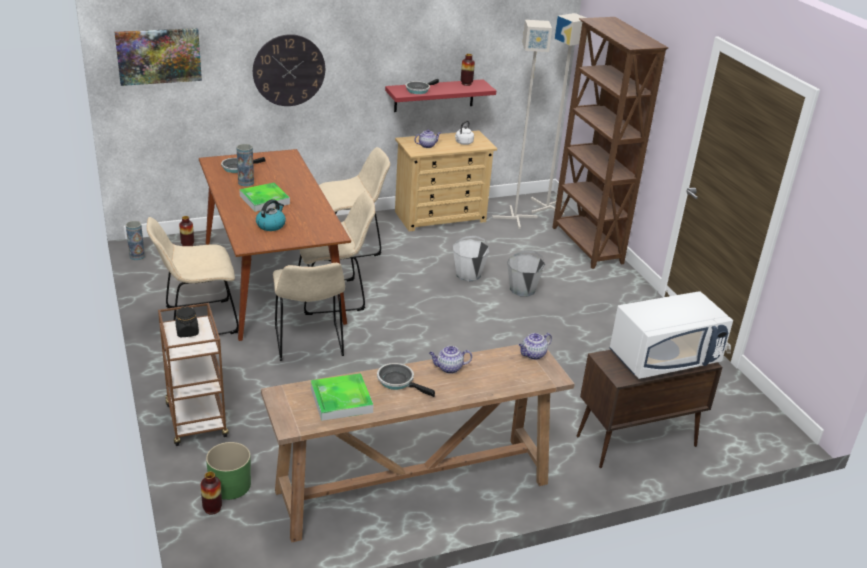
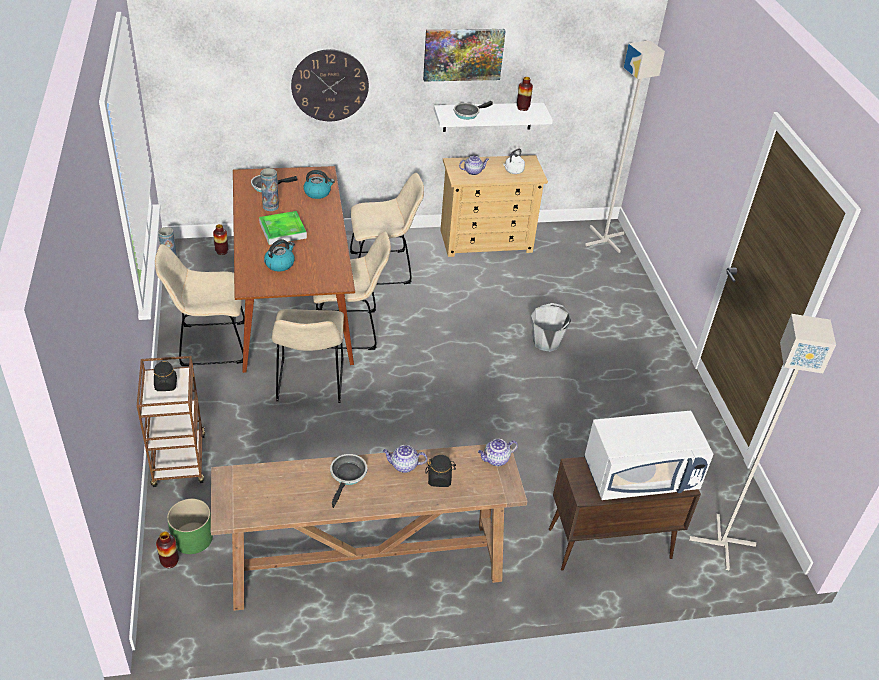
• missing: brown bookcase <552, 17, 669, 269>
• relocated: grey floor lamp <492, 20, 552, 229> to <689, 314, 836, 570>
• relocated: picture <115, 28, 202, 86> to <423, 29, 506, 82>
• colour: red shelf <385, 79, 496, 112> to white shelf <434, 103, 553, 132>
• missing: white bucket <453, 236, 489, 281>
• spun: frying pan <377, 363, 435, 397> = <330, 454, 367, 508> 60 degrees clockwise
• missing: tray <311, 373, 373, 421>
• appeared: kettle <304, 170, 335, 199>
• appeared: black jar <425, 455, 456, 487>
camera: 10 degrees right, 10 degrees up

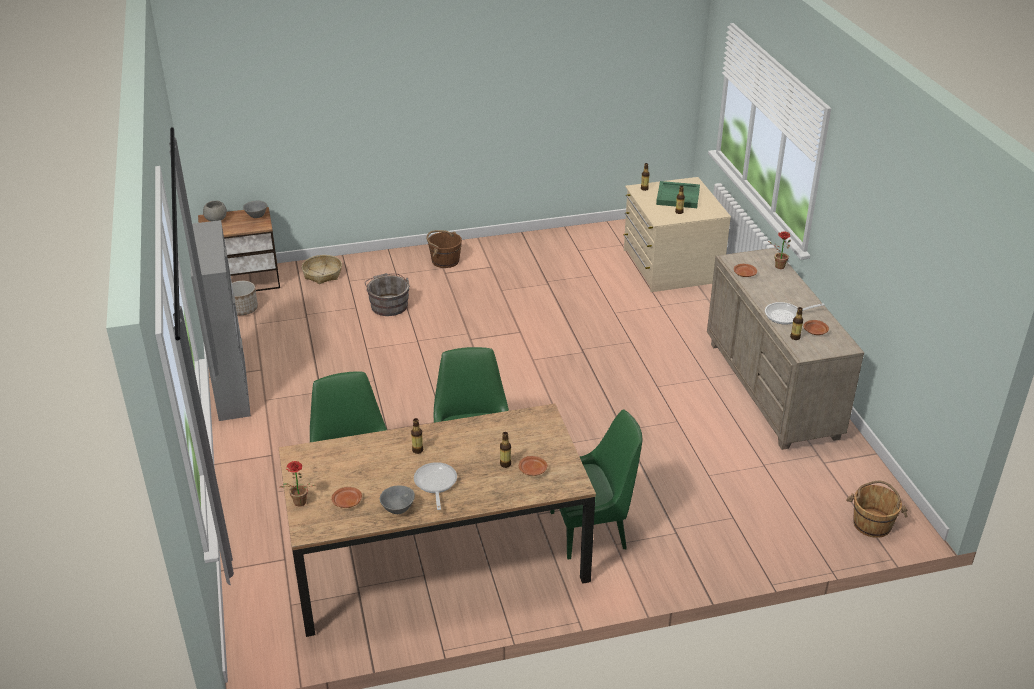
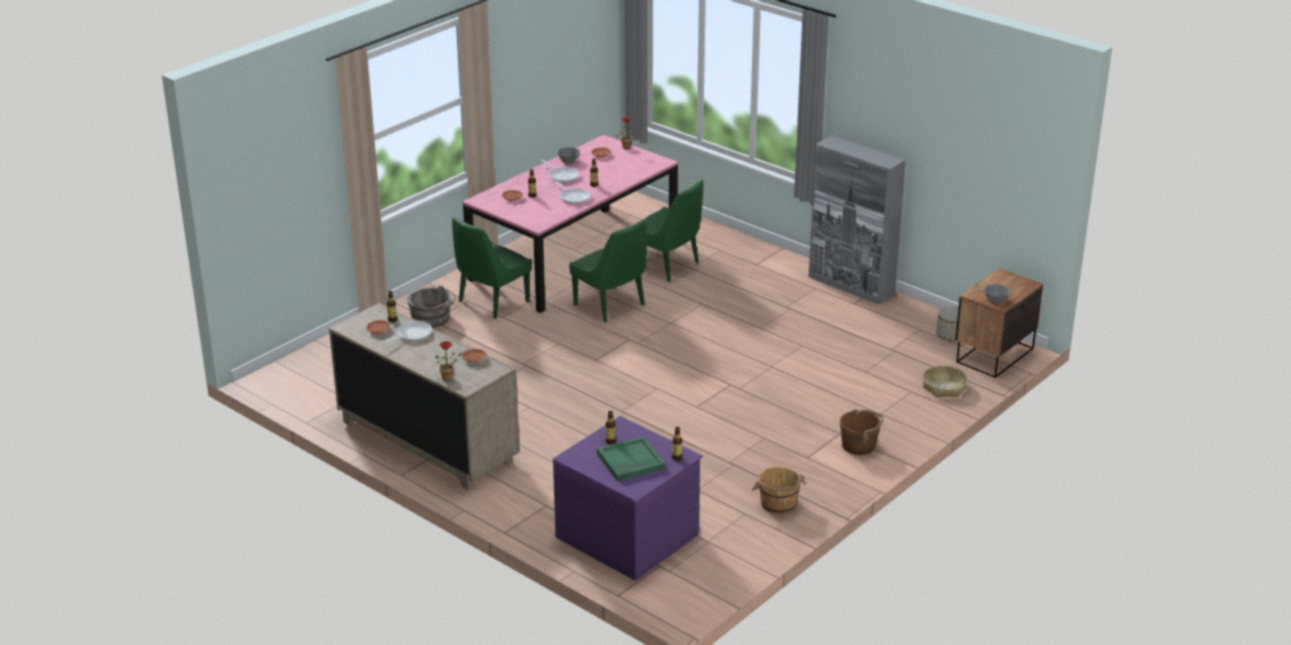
• colour: beige dresser <623, 177, 731, 292> to purple dresser <553, 416, 703, 581>
• missing: grey bowl <203, 201, 227, 221>
• relocated: grey bucket <365, 273, 410, 316> to <407, 285, 456, 328>
• colour: brown dining table <279, 404, 596, 637> to pink dining table <462, 135, 678, 313>
• relocated: brown bucket <846, 481, 908, 538> to <752, 467, 806, 514>
• appeared: frying pan <552, 180, 591, 204>
camera: 145 degrees right, 5 degrees down

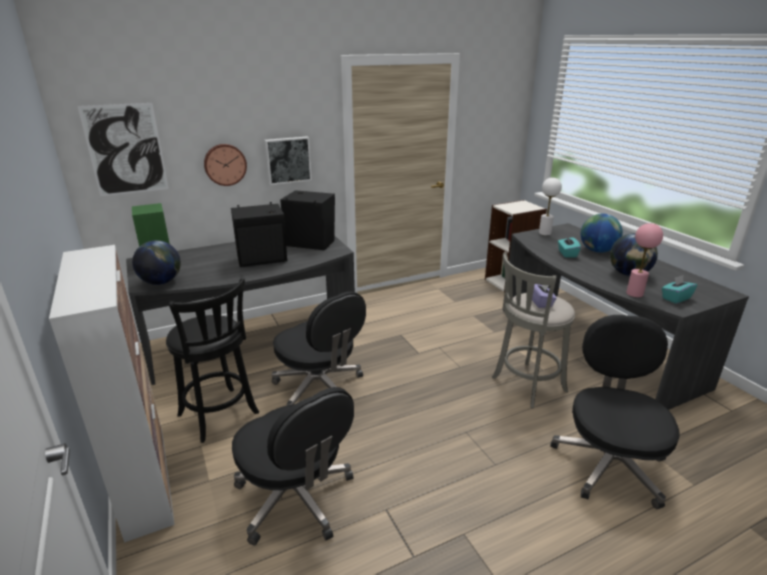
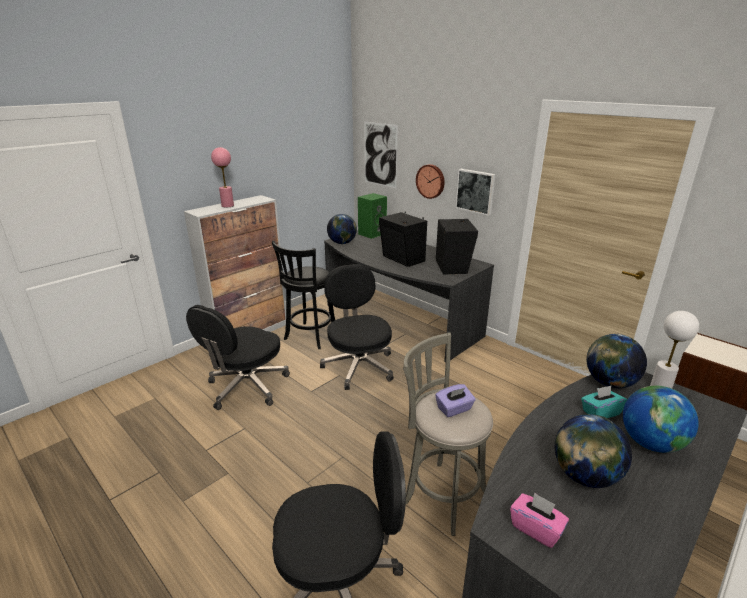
• relocated: pink table lamp <626, 223, 663, 298> to <211, 147, 234, 208>
• colour: turquoise tissue box <662, 275, 697, 304> to pink tissue box <510, 492, 569, 548>
• spun: black office chair <272, 291, 366, 405> = <320, 264, 394, 390> 135 degrees clockwise
• appeared: globe <586, 334, 647, 388>
camera: 70 degrees right, 0 degrees up

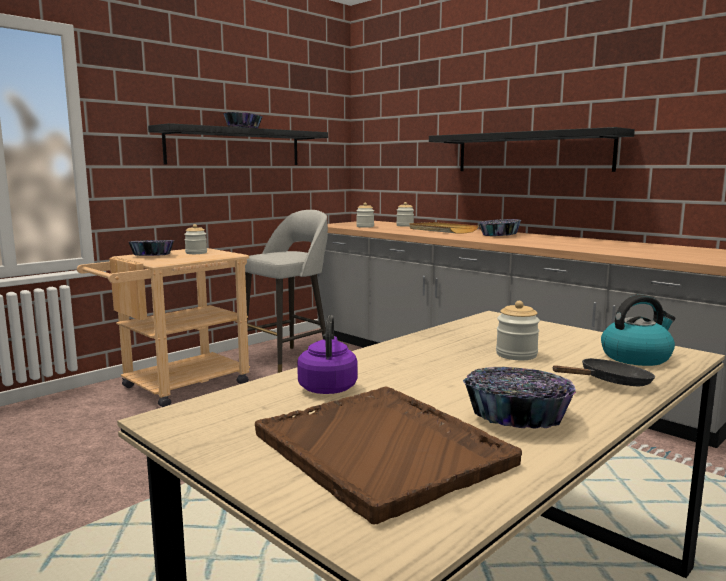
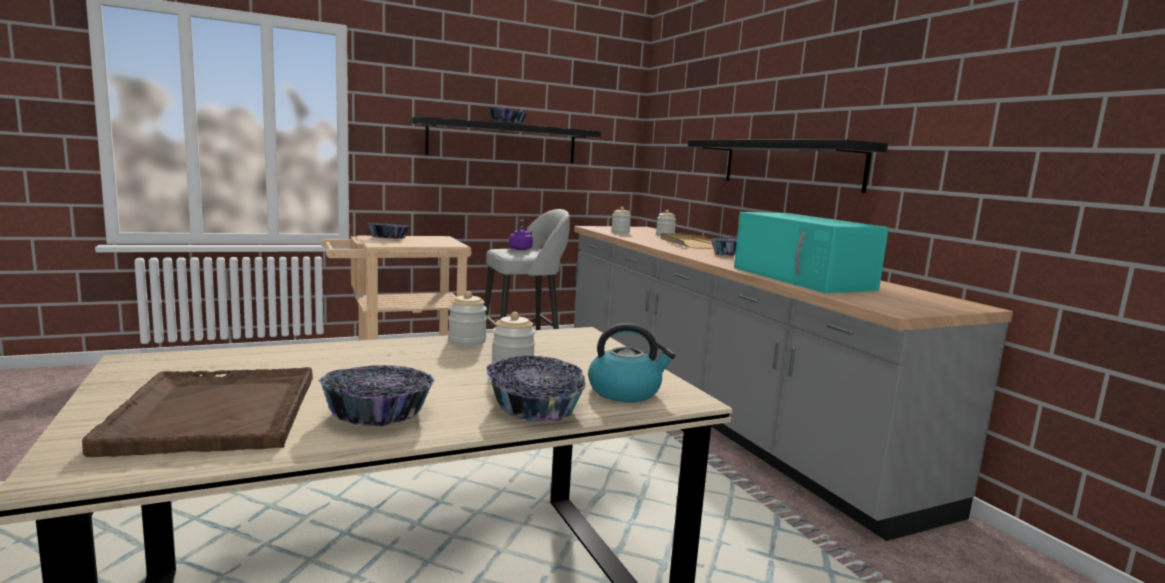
• relocated: jar <184, 224, 207, 254> to <448, 291, 487, 346>
• relocated: purple kettle <297, 315, 358, 394> to <509, 220, 533, 250>
• exchanged: black frying pan <552, 358, 655, 386> to bowl <486, 356, 586, 422>
• appeared: turquoise microwave <734, 212, 889, 293>
camera: 20 degrees right, 0 degrees up

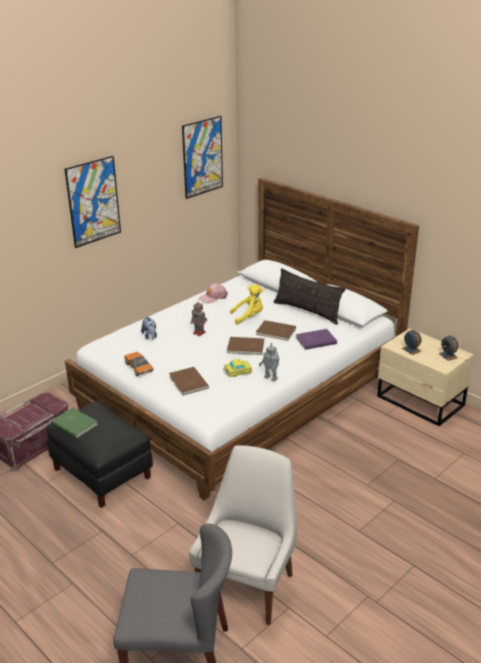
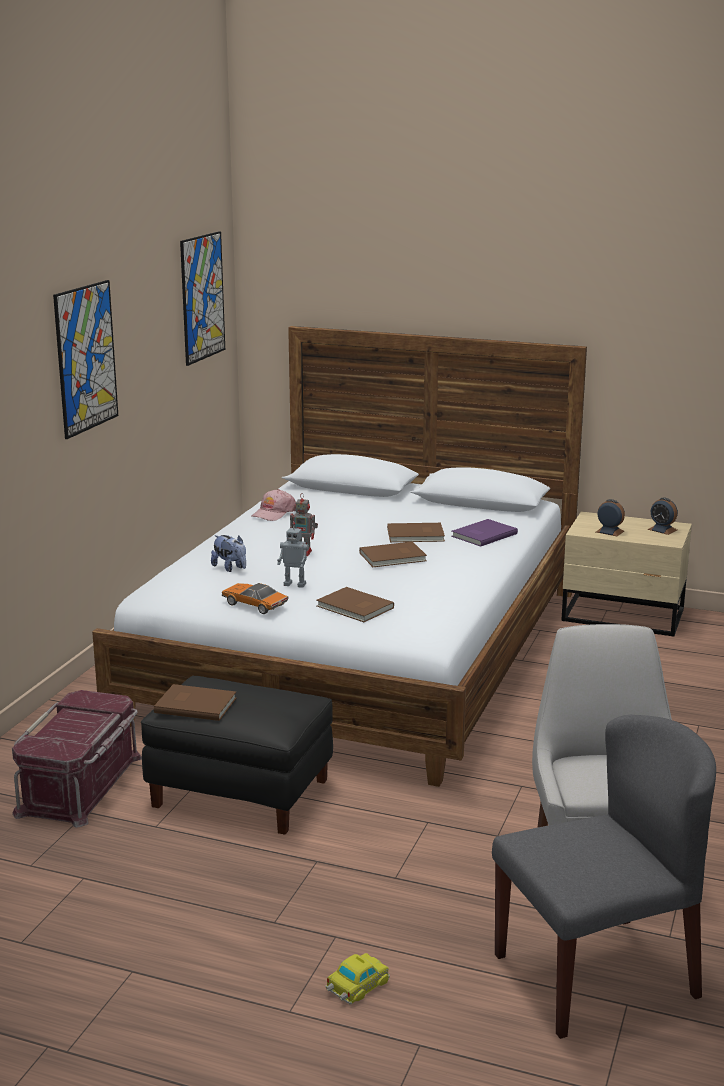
• missing: pillow <273, 268, 346, 325>
• missing: yellow plush toy <230, 284, 263, 325>
• relocated: toy robot <259, 343, 279, 382> to <277, 522, 309, 588>
• relocated: toy car <223, 359, 252, 377> to <326, 953, 390, 1005>
• colour: green book <51, 408, 98, 438> to brown book <154, 684, 236, 721>
camera: 25 degrees left, 10 degrees down

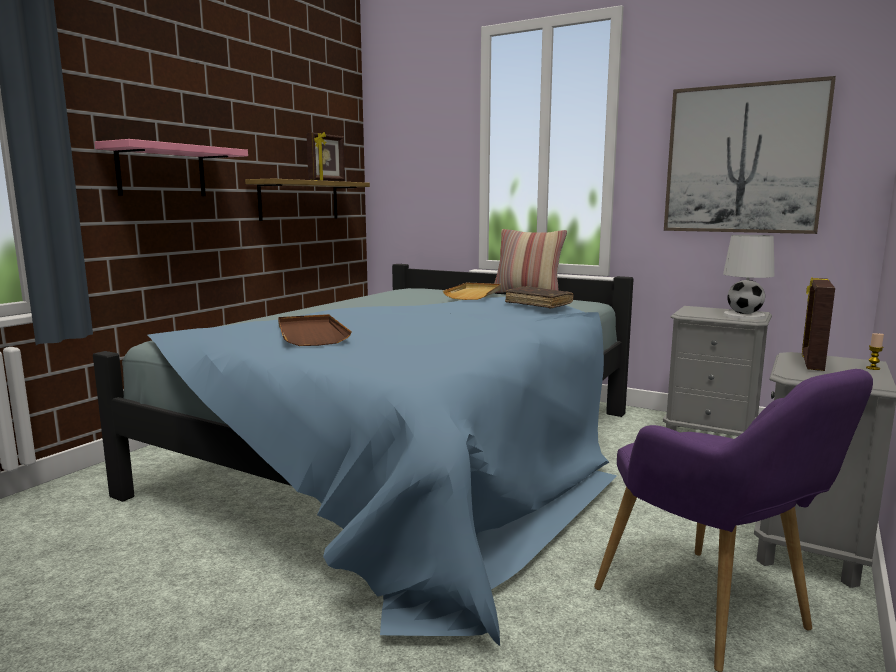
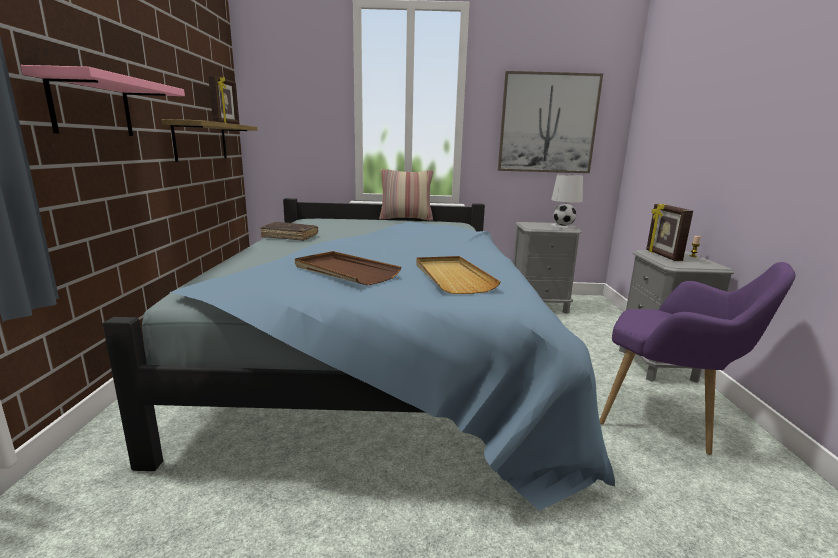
• relocated: beige tray <443, 283, 501, 300> to <416, 256, 501, 294>
• relocated: brown book <505, 286, 573, 309> to <260, 222, 318, 241>
camera: 30 degrees left, 5 degrees up

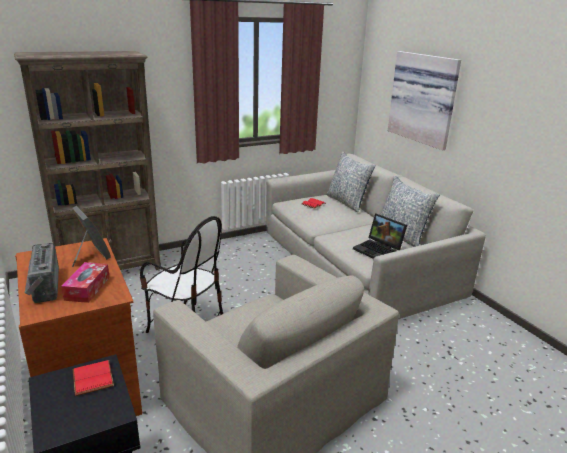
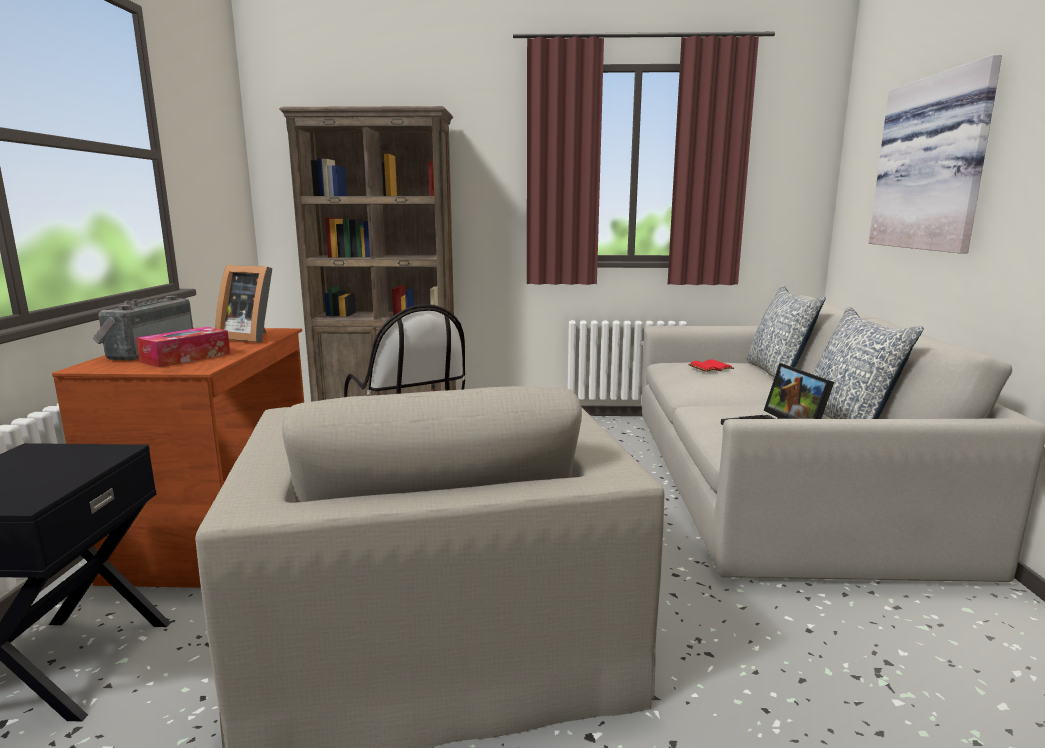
• spun: picture frame <72, 206, 111, 267> = <215, 265, 272, 343> 120 degrees clockwise
• missing: red book <73, 360, 114, 396>
camera: 30 degrees right, 10 degrees down

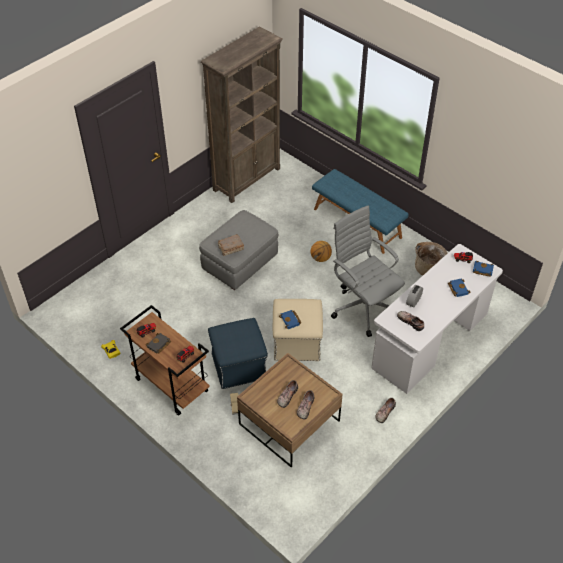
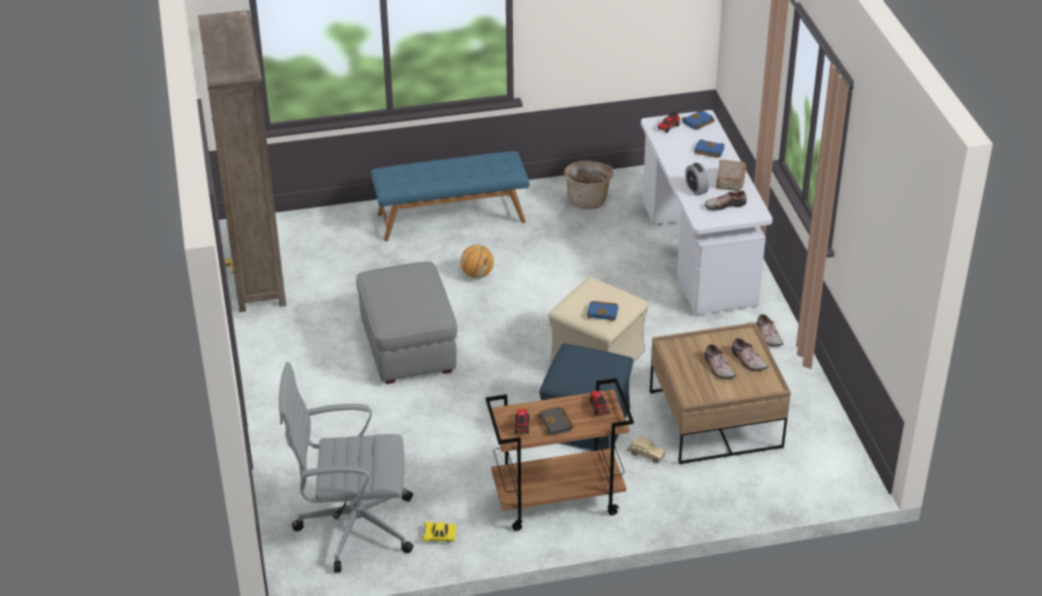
• relocated: grey office chair <331, 205, 405, 337> to <279, 362, 413, 573>
• relocated: brown book <218, 234, 244, 256> to <716, 160, 746, 191>
camera: 55 degrees left, 10 degrees down

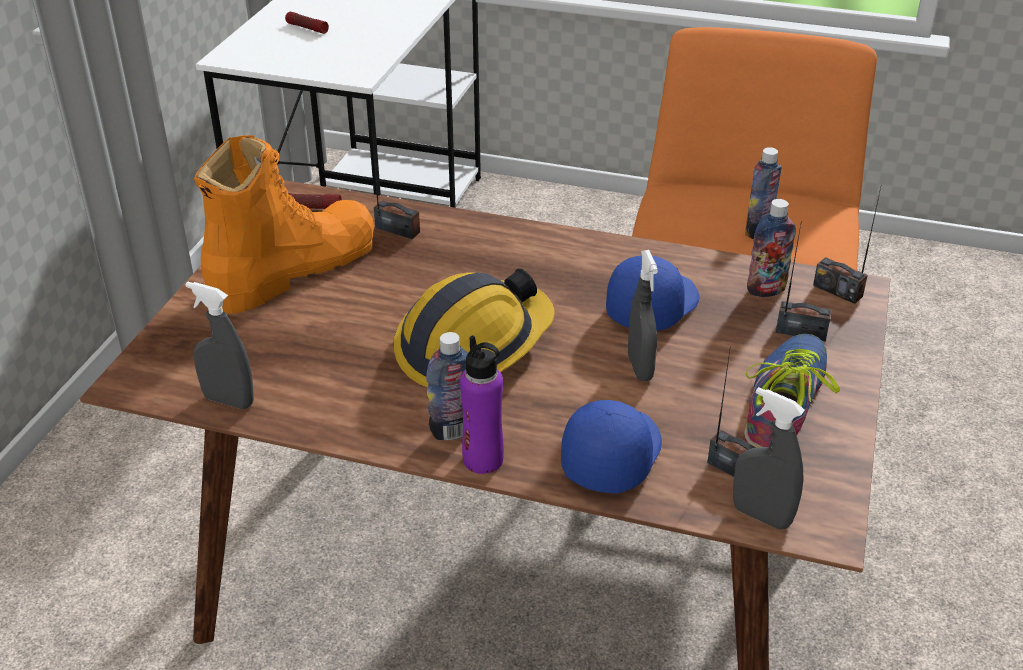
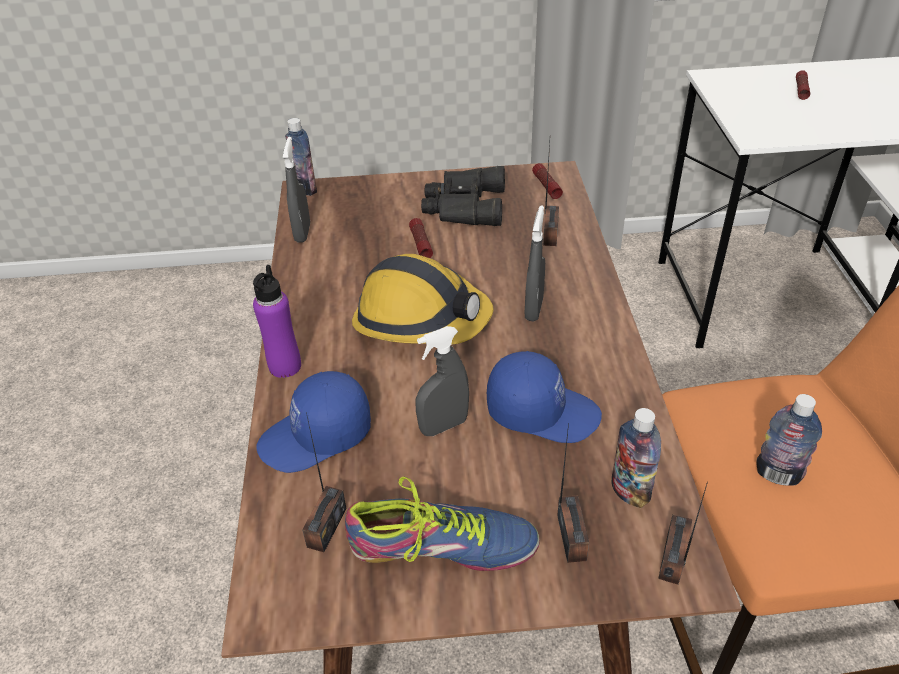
• exchanged: orange boot <194, 135, 374, 314> to black binoculars <421, 166, 505, 226>
• relocated: bottle <426, 332, 468, 440> to <285, 118, 317, 196>
• relocated: grey spray bottle <733, 387, 805, 530> to <525, 205, 545, 321>
• spun: blue cap <561, 400, 662, 494> = <256, 371, 371, 473> 150 degrees clockwise
• appeared: flashlight <409, 218, 433, 258>
camera: 70 degrees right, 5 degrees up

